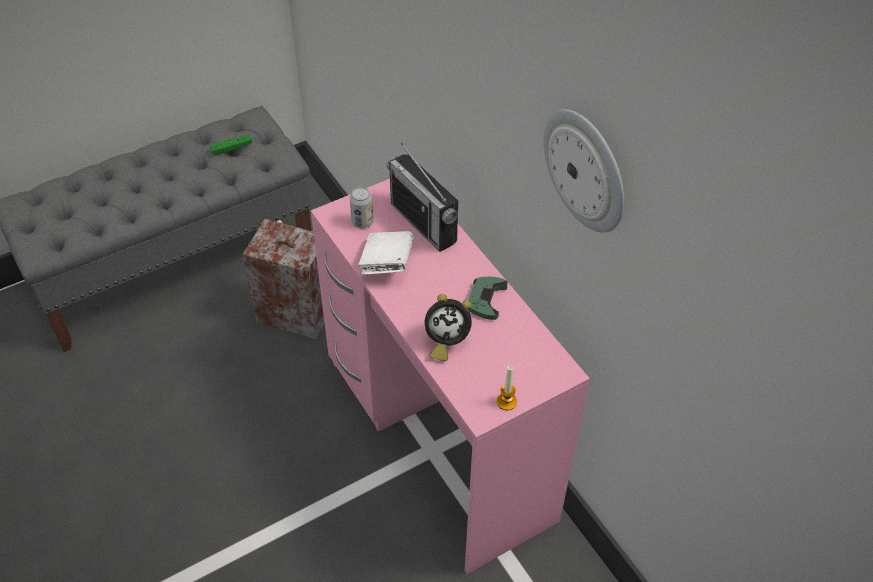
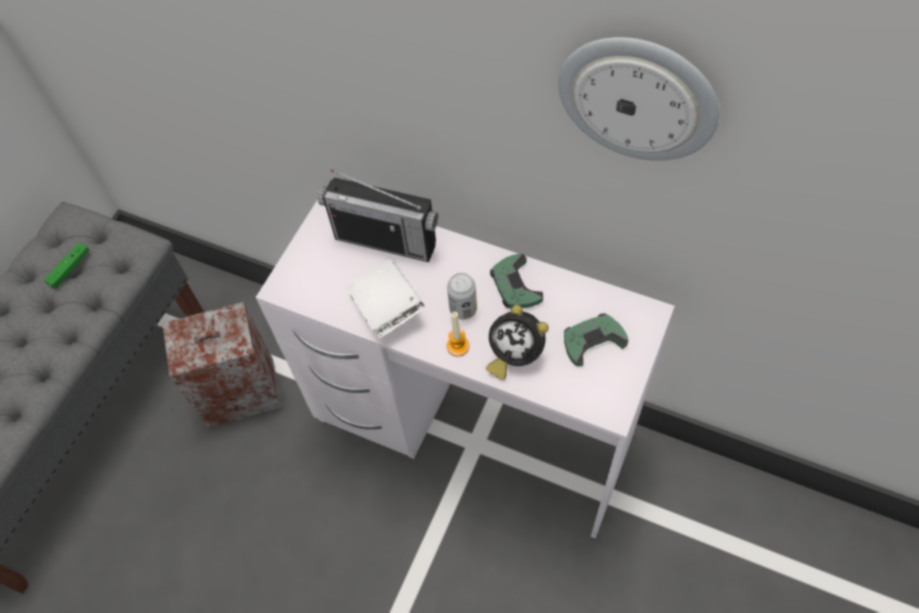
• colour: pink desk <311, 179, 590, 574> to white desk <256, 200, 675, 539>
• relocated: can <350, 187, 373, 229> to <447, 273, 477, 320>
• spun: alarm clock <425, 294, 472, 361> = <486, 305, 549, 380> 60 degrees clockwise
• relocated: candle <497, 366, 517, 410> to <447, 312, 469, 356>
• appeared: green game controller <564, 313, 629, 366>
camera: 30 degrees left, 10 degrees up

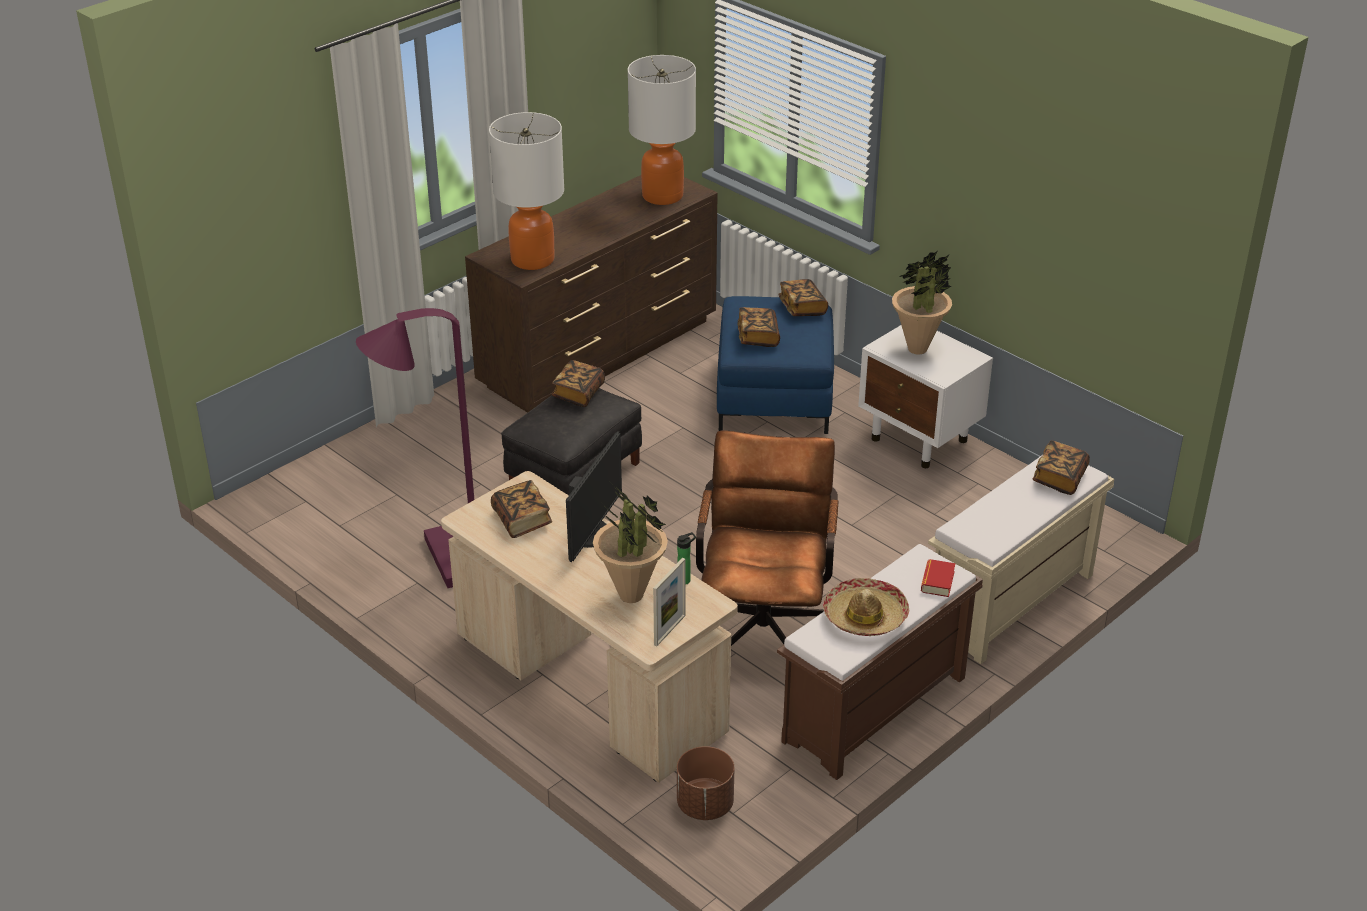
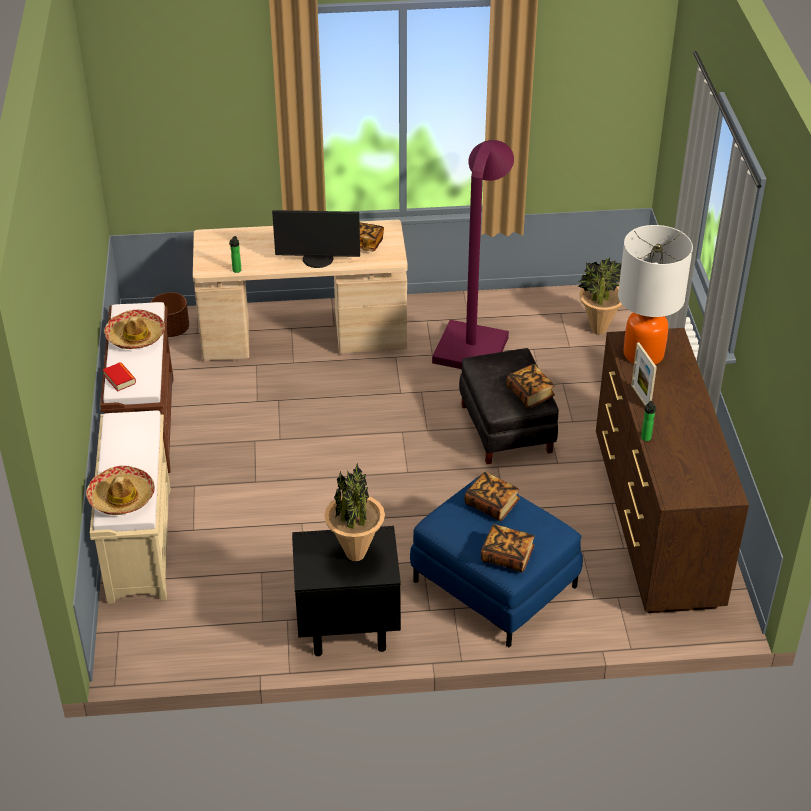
• missing: table lamp <628, 55, 696, 205>
• colour: white nightstand <858, 325, 993, 468> to black nightstand <292, 526, 401, 656>
• missing: brown office chair <696, 430, 839, 646>
• spun: monitor <566, 431, 622, 562> = <272, 210, 360, 268> 60 degrees counterclockwise
• exchanged: book <1033, 440, 1090, 495> to hat <86, 466, 155, 515>
• relocated: potted plant <593, 485, 668, 603> to <578, 257, 622, 335>
• relocated: picture frame <653, 558, 685, 646> to <631, 342, 657, 405>
• appeared: bottle <641, 401, 656, 441>
camera: 130 degrees right, 5 degrees up

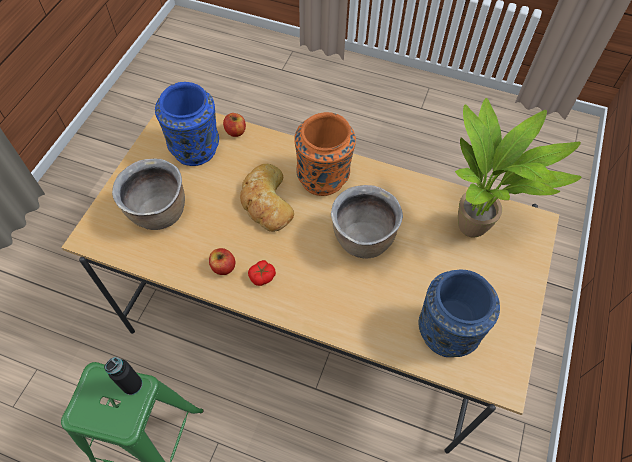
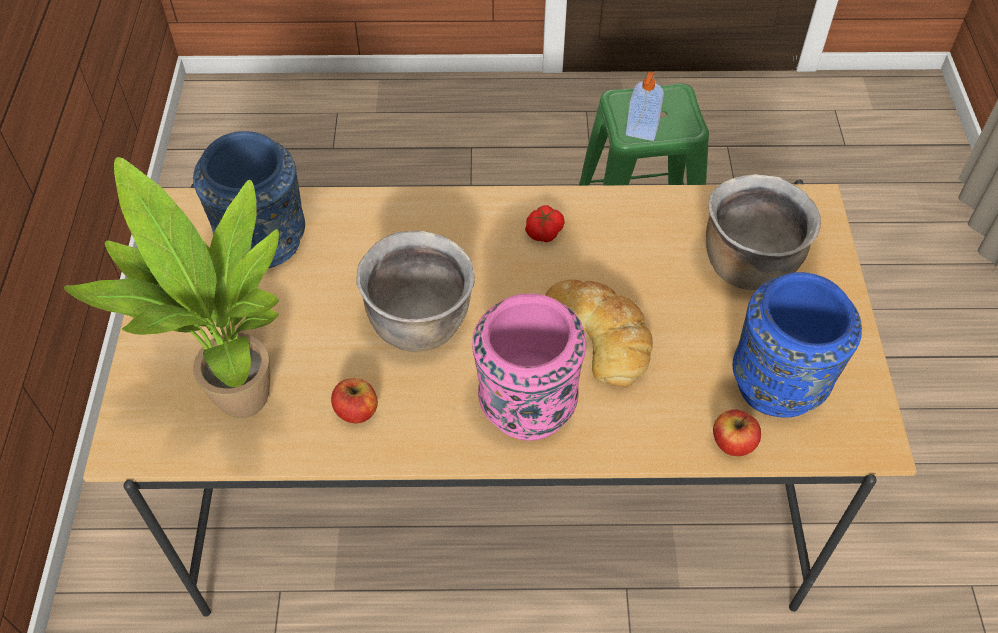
• colour: orange vase <294, 112, 356, 196> to pink vase <472, 293, 586, 441>
• relocated: apple <209, 248, 235, 275> to <331, 378, 378, 423>
• exchanged: black bottle <104, 357, 142, 395> to soap dispenser <626, 71, 664, 141>
camera: 160 degrees right, 5 degrees down

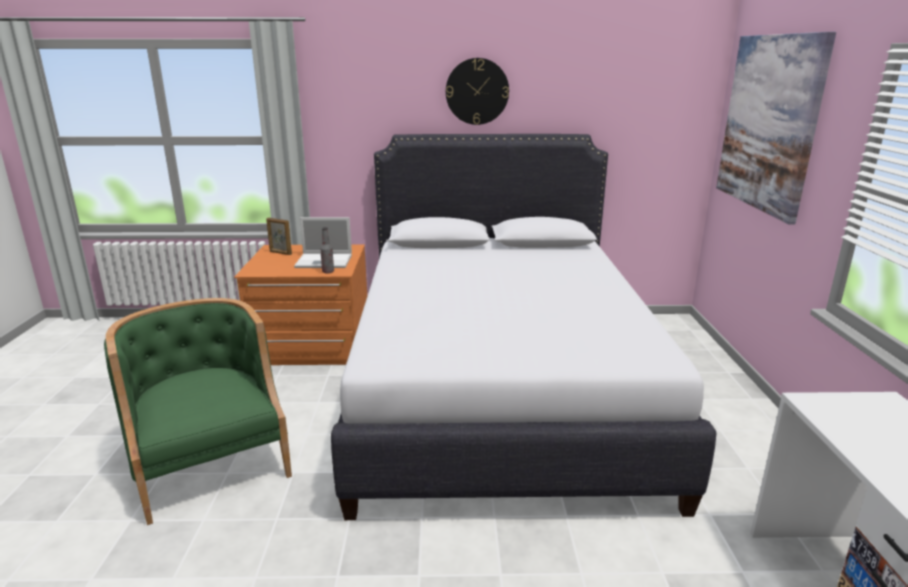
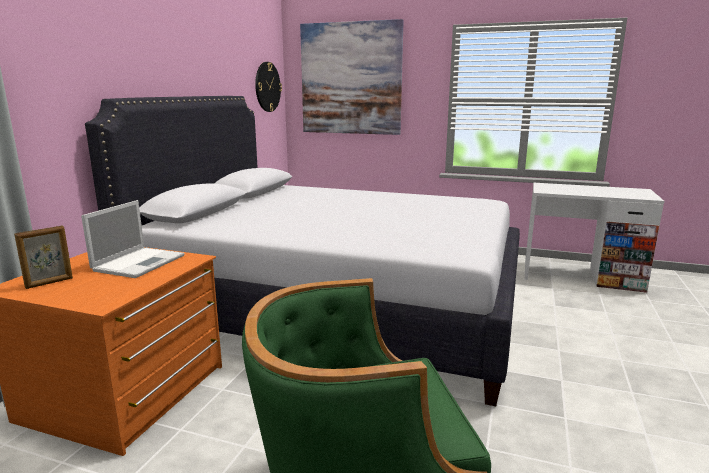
• relocated: wall clock <446, 58, 509, 125> to <255, 62, 282, 112>
• missing: bottle <320, 227, 334, 274>
camera: 70 degrees left, 5 degrees down

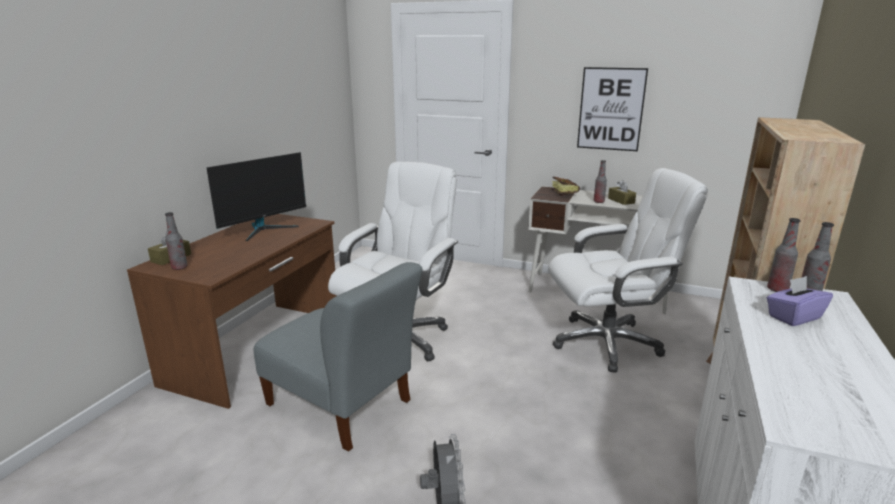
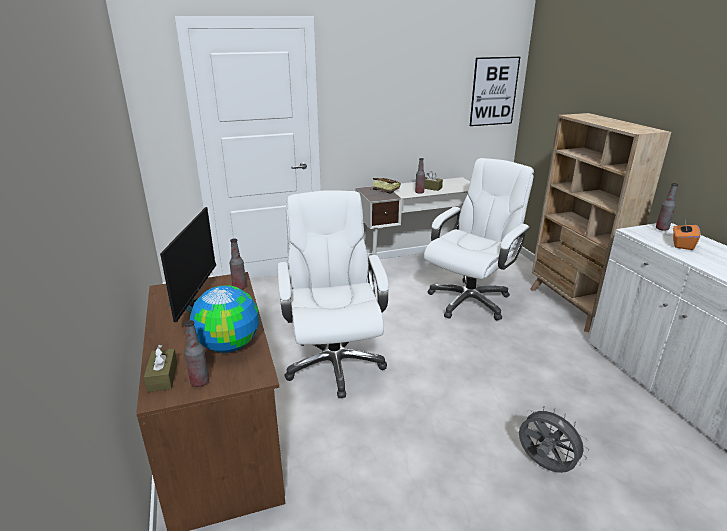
• relocated: picture <577, 67, 648, 151> to <470, 57, 520, 126>
• relocated: bottle <767, 218, 801, 292> to <229, 239, 247, 290>
• missing: grey chair <254, 262, 422, 451>
• colour: purple tissue box <767, 276, 833, 326> to orange tissue box <673, 218, 700, 250>
• appeared: globe <190, 285, 259, 353>
camera: 40 degrees left, 5 degrees up

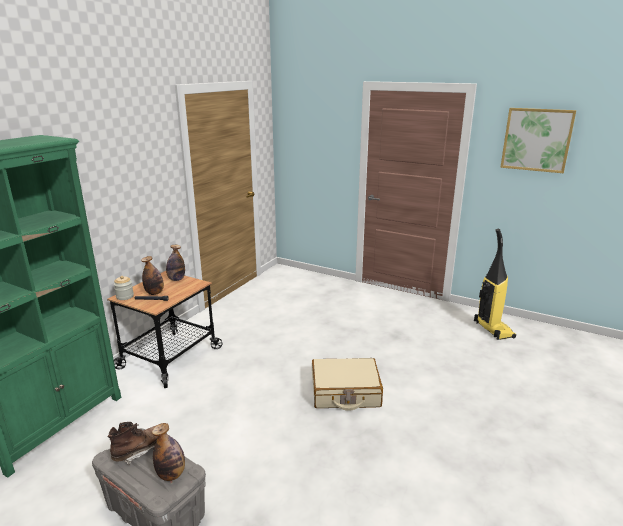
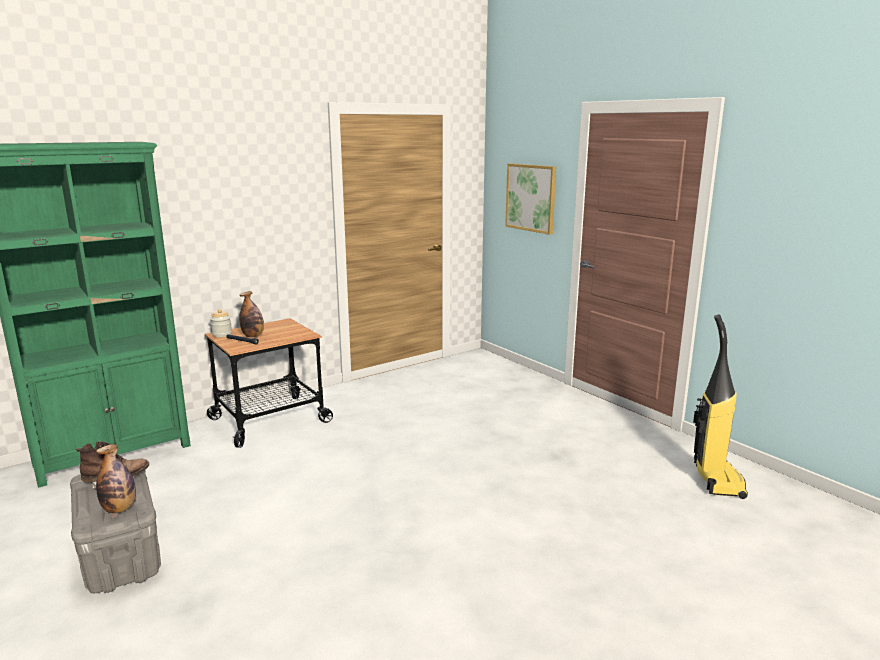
• relocated: picture <500, 108, 576, 173> to <505, 163, 556, 235>
• missing: bottle <166, 245, 185, 281>
• missing: beige suitcase <312, 358, 383, 411>
camera: 25 degrees right, 5 degrees down

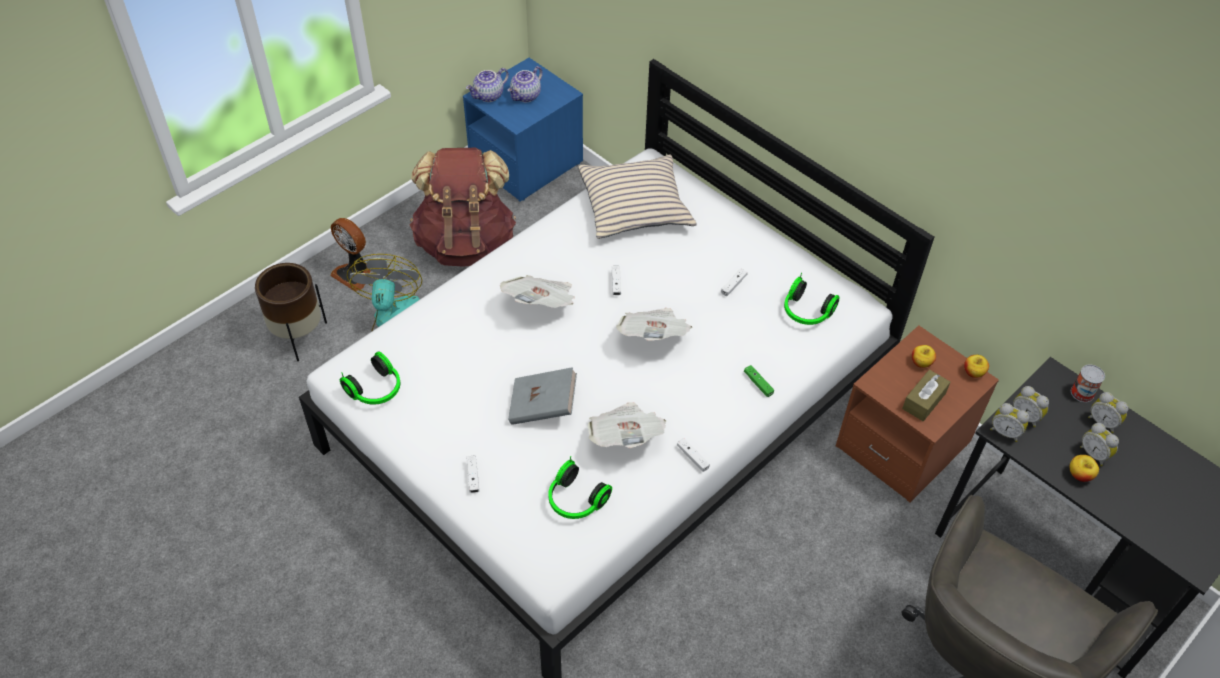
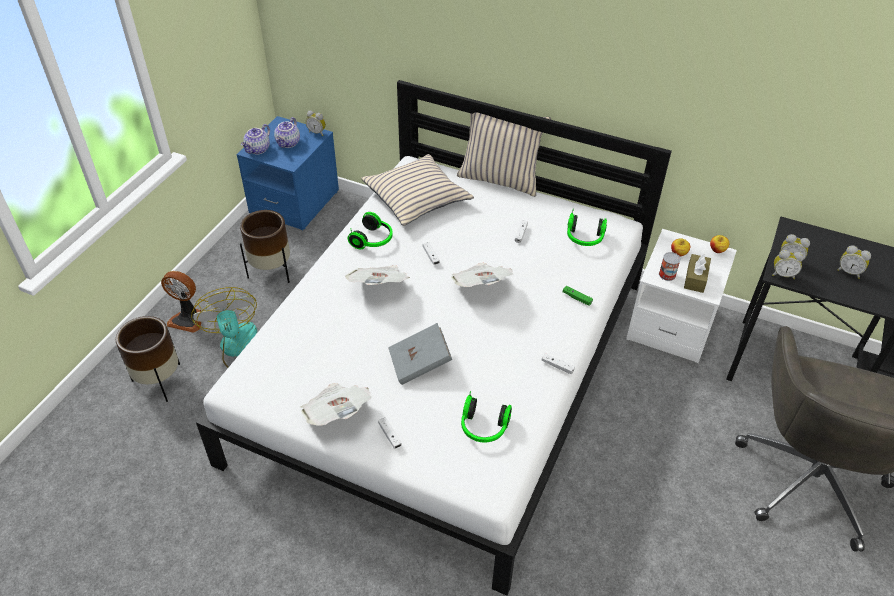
• exchanged: brown backpack <409, 148, 516, 267> to brown planter <240, 210, 290, 283>
• colour: brown nightstand <836, 325, 999, 503> to white nightstand <626, 229, 737, 363>
• relocated: headphones <340, 351, 400, 405> to <348, 212, 393, 249>
• relocated: can <1071, 364, 1105, 402> to <659, 252, 681, 281>
• relocated: alarm clock <1088, 392, 1129, 433> to <306, 111, 326, 136>
• relocated: newspaper <588, 402, 666, 448> to <301, 383, 372, 426>
• missing: apple <1070, 455, 1099, 482>
• appeared: beige pillow <457, 112, 551, 197>
camera: 20 degrees left, 5 degrees down

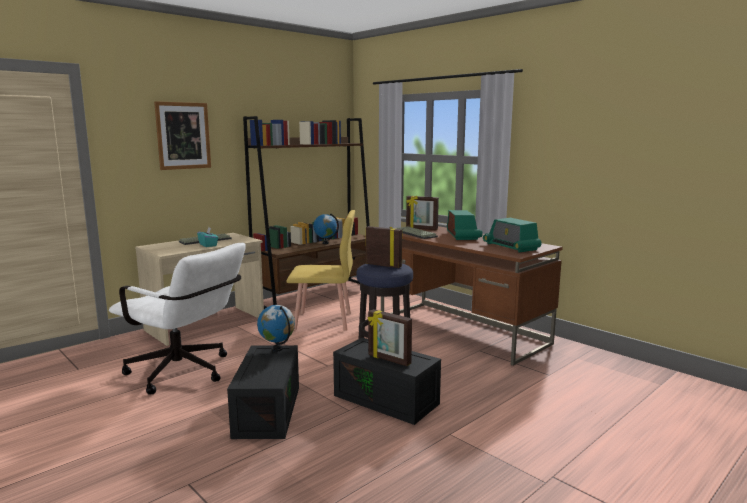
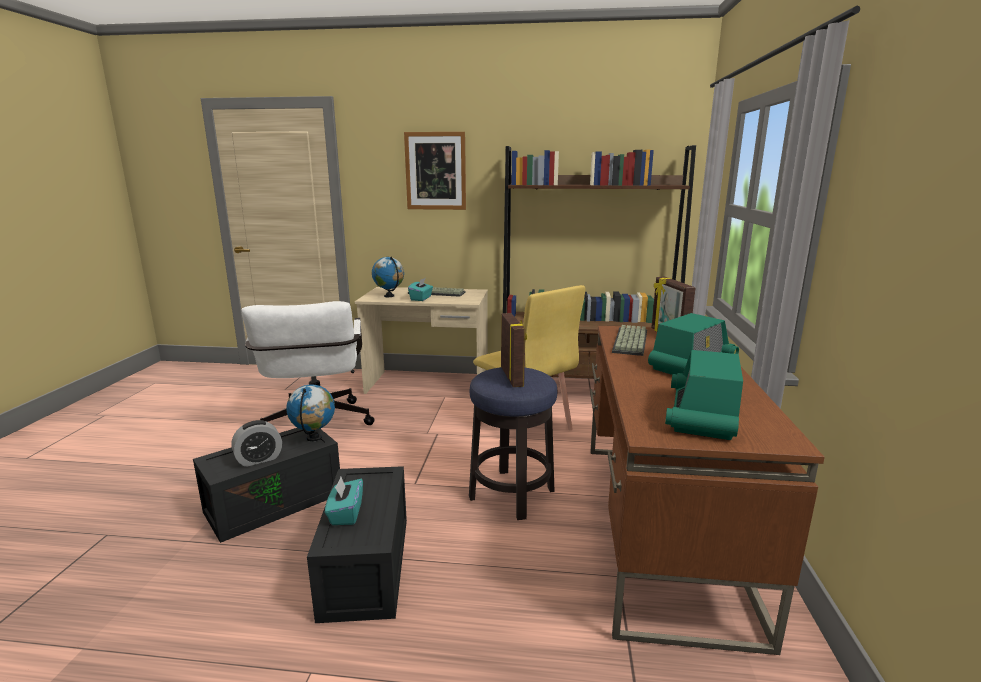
• relocated: globe <313, 213, 339, 244> to <372, 256, 404, 297>
• exchanged: picture frame <368, 309, 412, 366> to turquoise tissue box <325, 477, 363, 525>
• appeared: alarm clock <231, 420, 282, 467>
camera: 50 degrees right, 5 degrees up

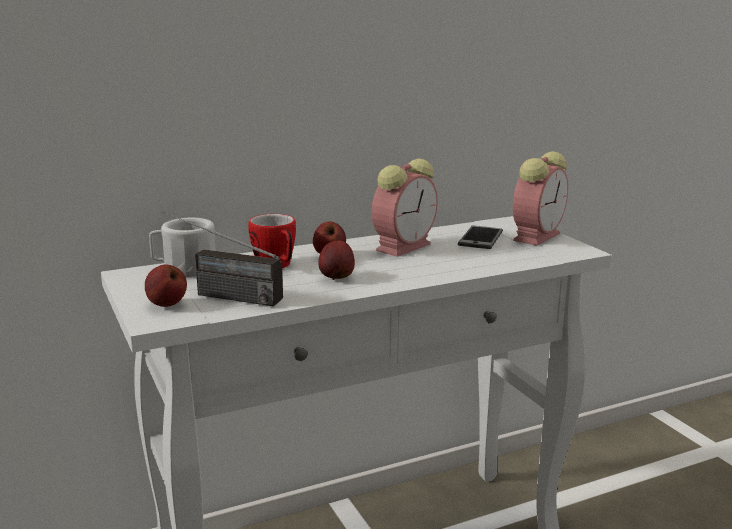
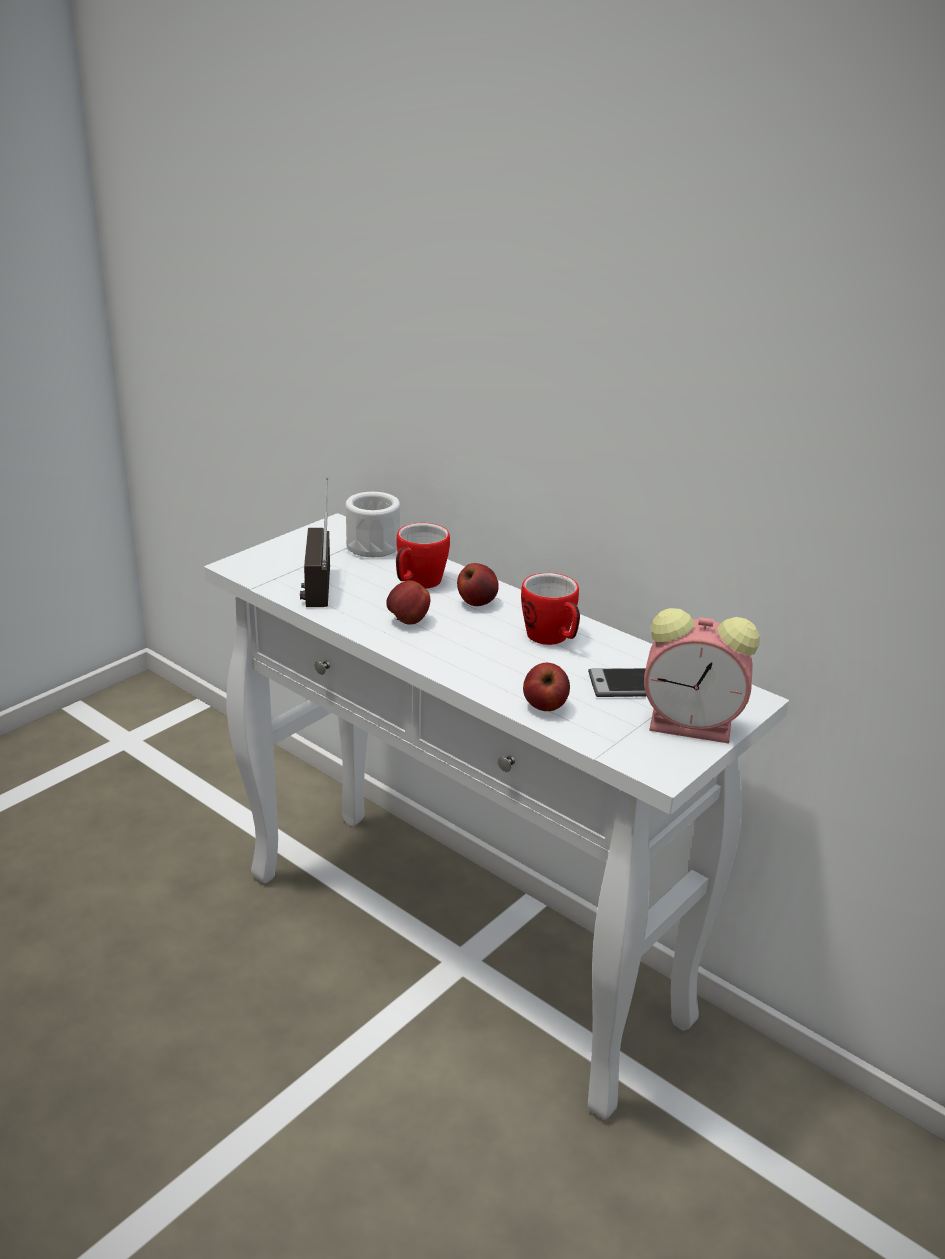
• exchanged: alarm clock <372, 159, 438, 257> to mug <521, 573, 580, 645>
• relocated: apple <145, 264, 187, 307> to <523, 663, 570, 711>
camera: 65 degrees right, 10 degrees up

